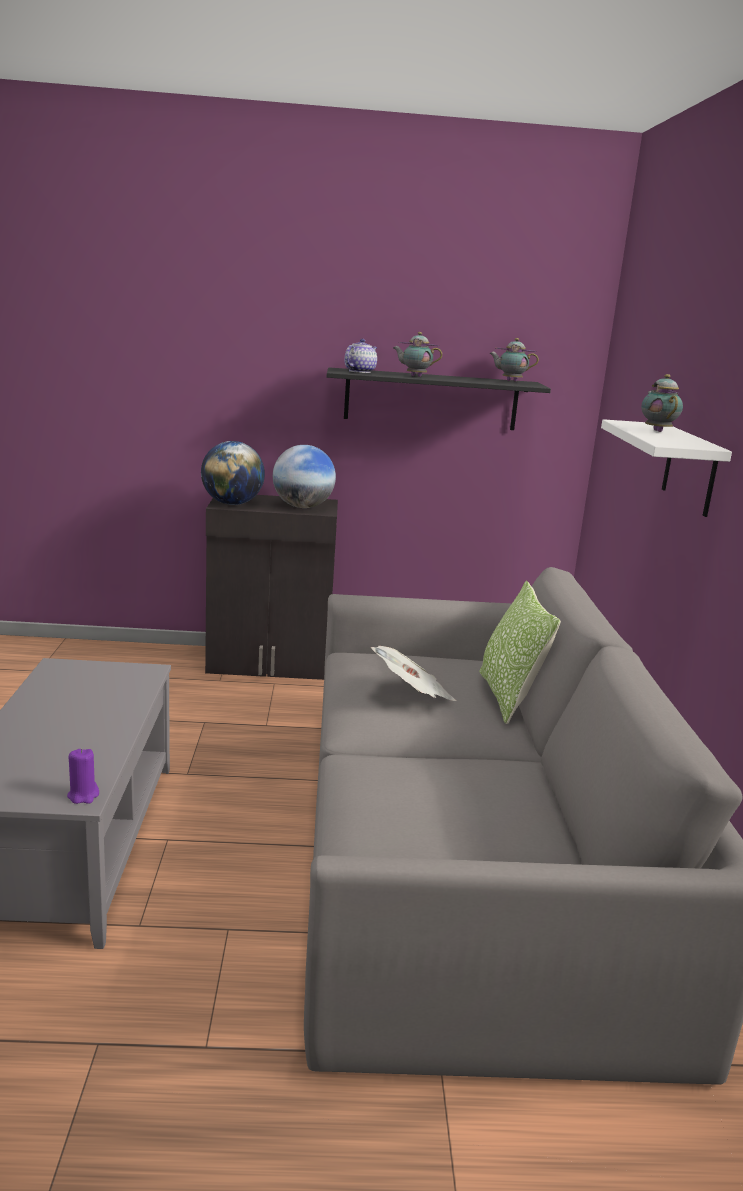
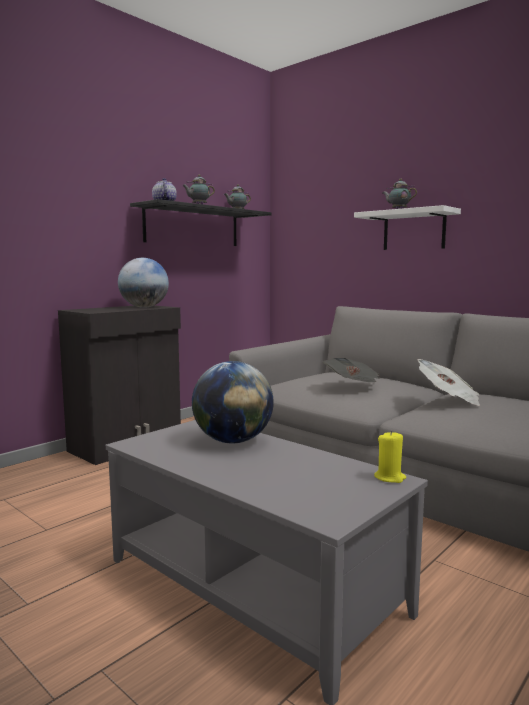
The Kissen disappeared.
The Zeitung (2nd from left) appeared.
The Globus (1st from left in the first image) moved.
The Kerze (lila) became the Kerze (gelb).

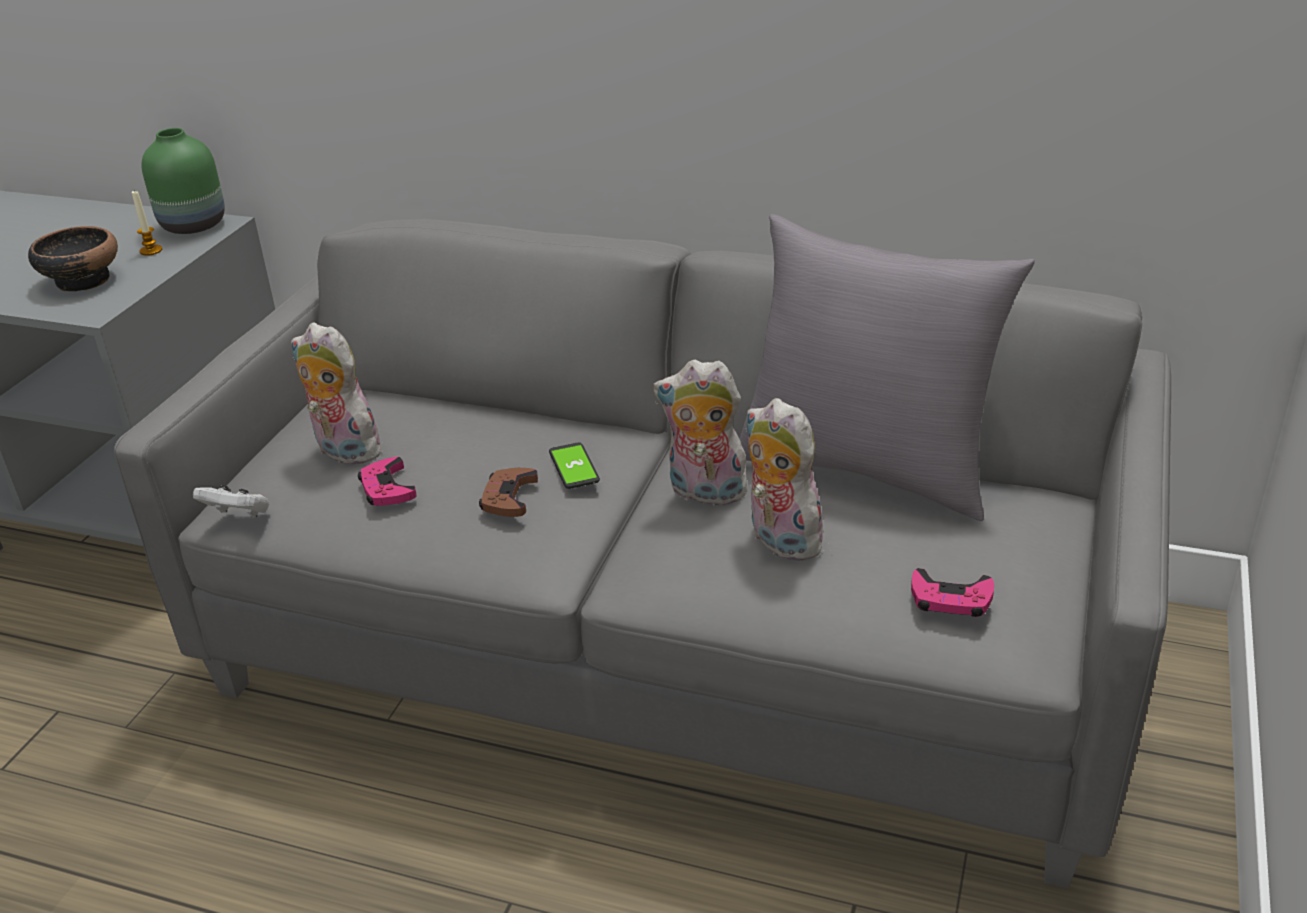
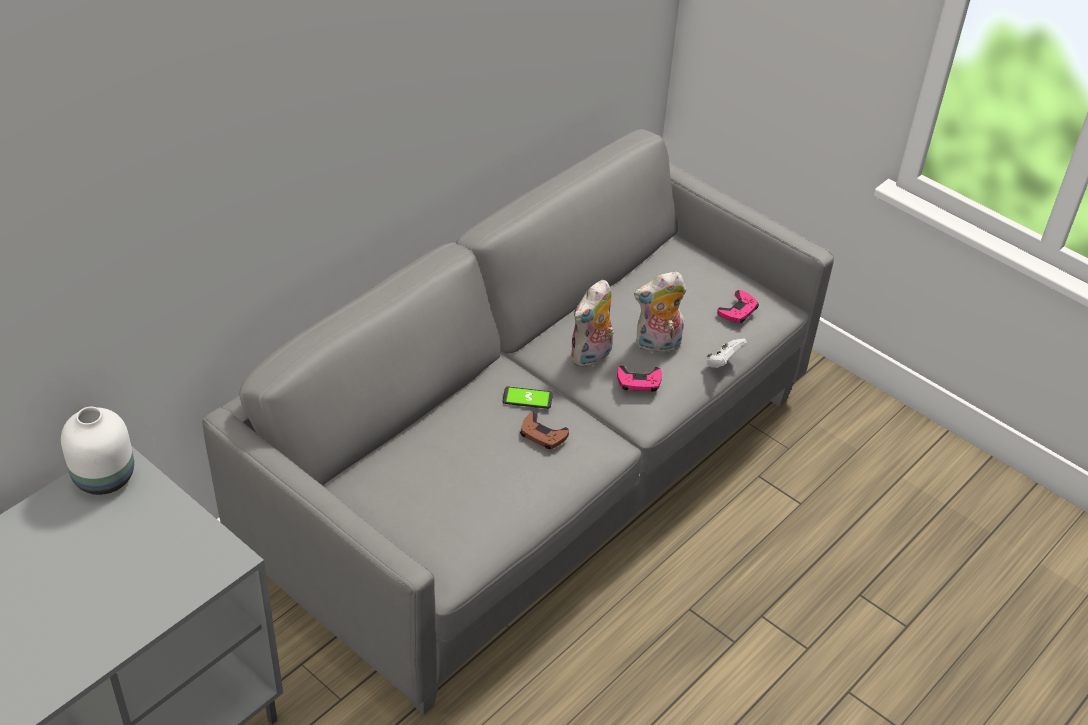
The Schüssel disappeared.
The Kerze disappeared.
The Plüschtier (1st from left) disappeared.
The Kissen (grau) disappeared.
The Gamepad (weiß) moved.
The Gamepad (rosa) (1st from left) moved.
The Vase (grün) became the Vase (weiß).

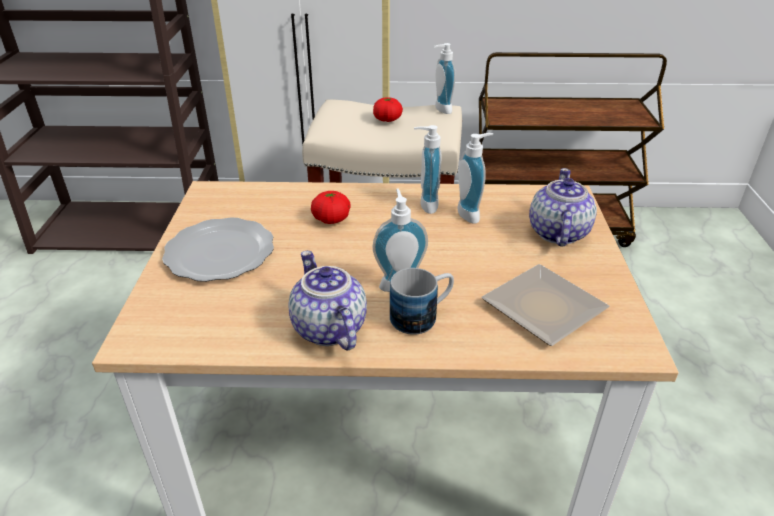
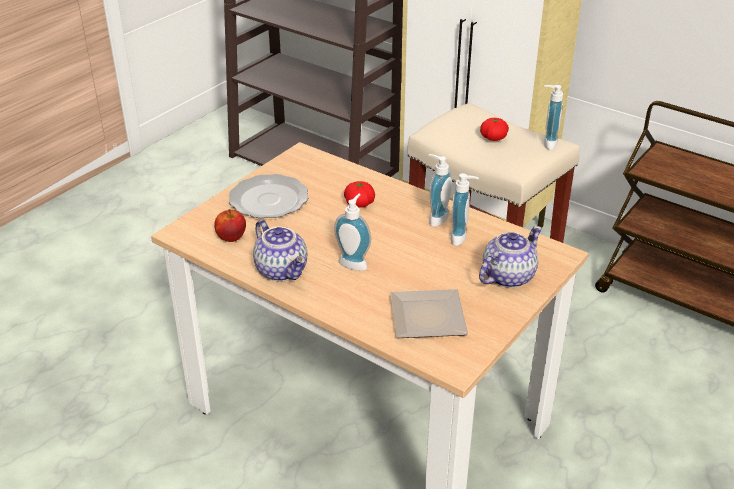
The Henkelbecher disappeared.
The Apfel appeared.
The Teekanne (1st from left) turned 135 degrees clockwise.

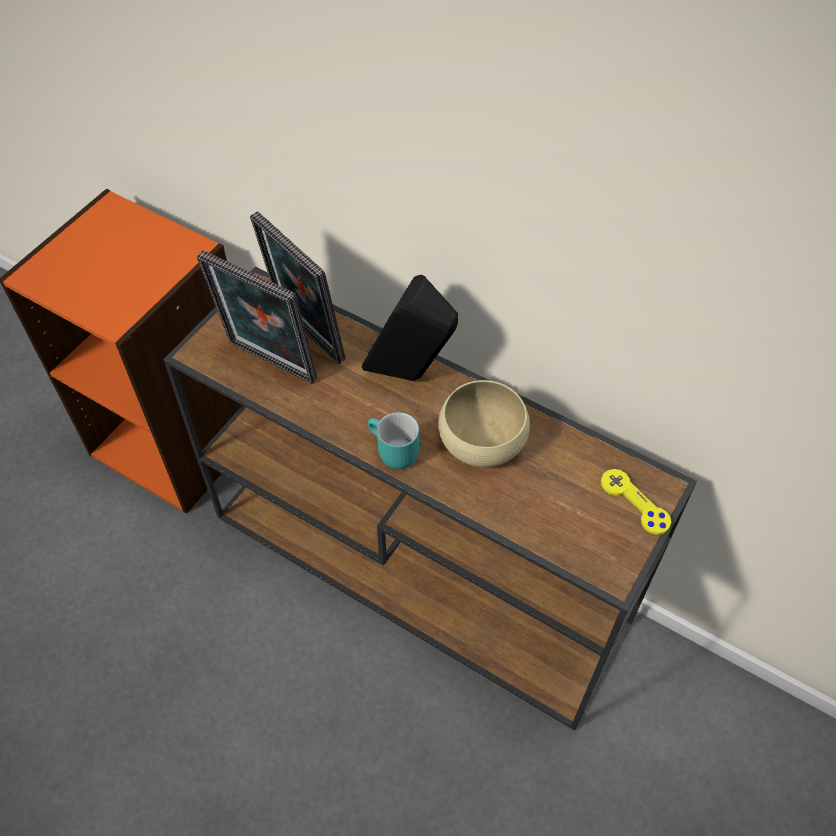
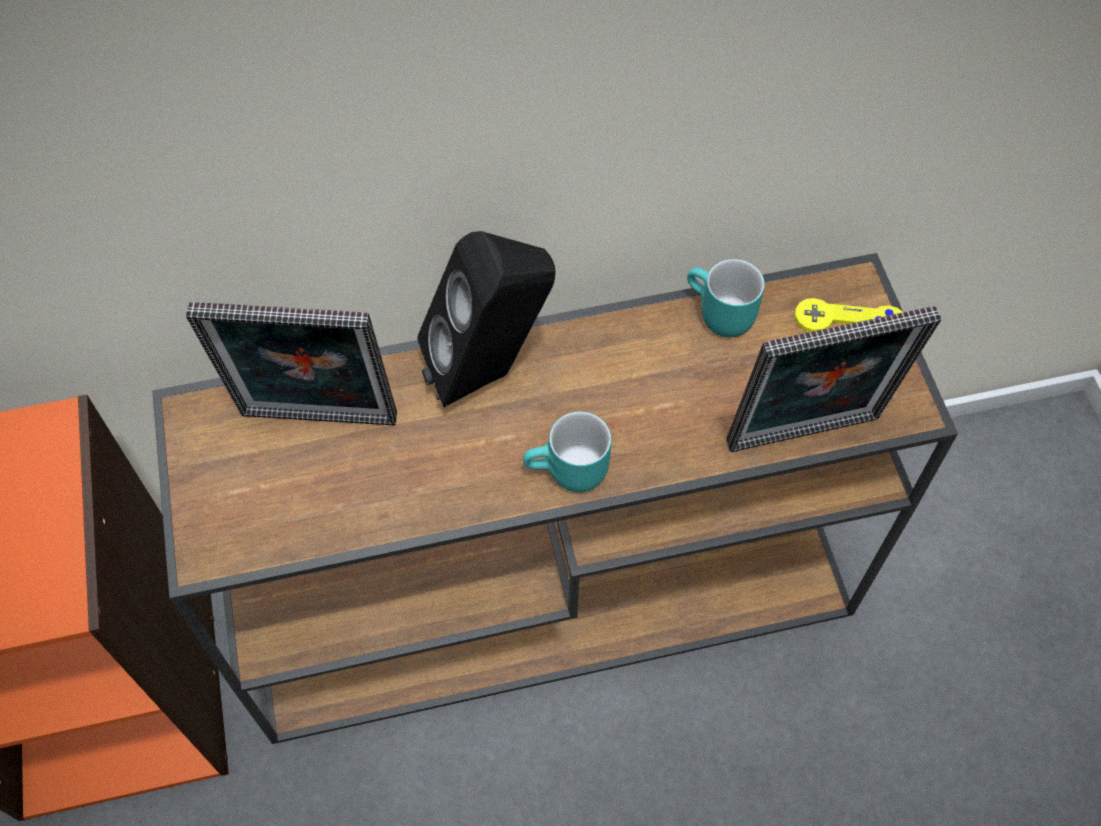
The Schüssel (beige) disappeared.
The Henkelbecher (türkis) (2nd from left) appeared.
The Bilderrahmen (1st from left in the first image) moved.

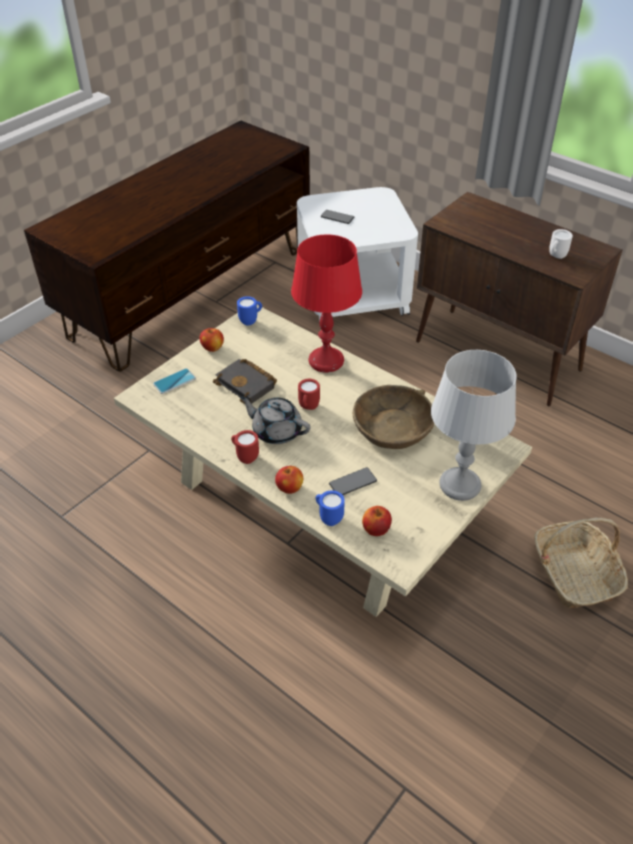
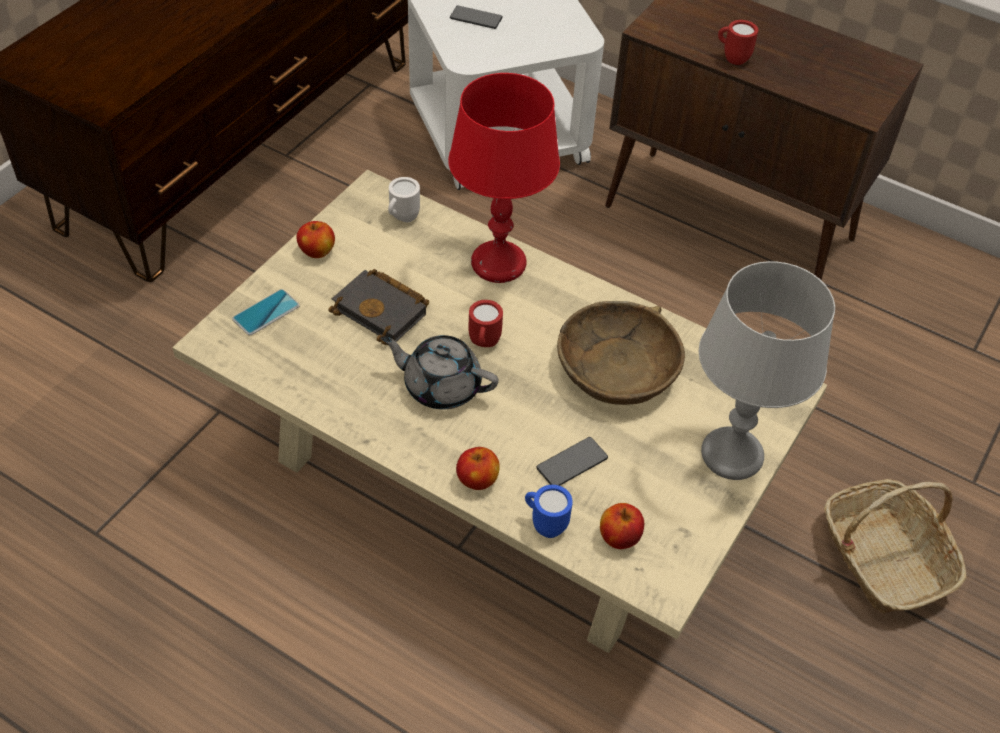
The Henkelbecher (blau) (1st from left) disappeared.
The Henkelbecher (rot) (1st from left in the first image) moved.
The Henkelbecher (weiß) moved.

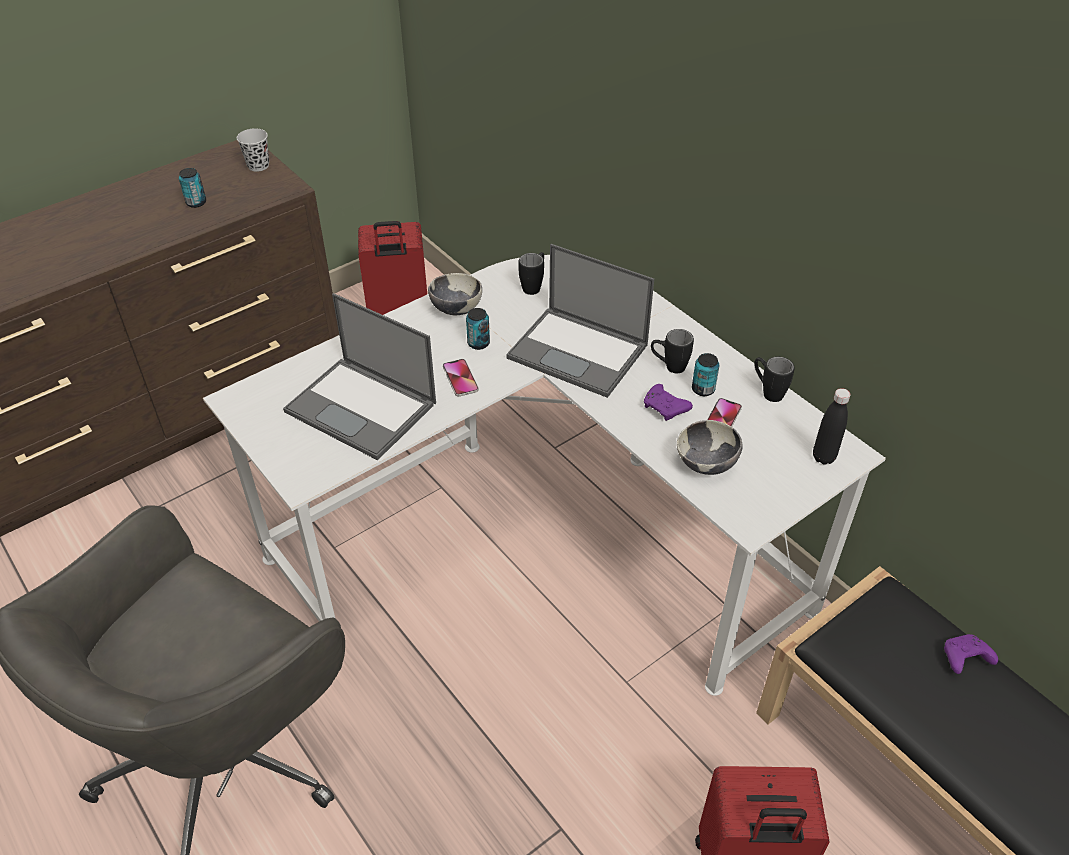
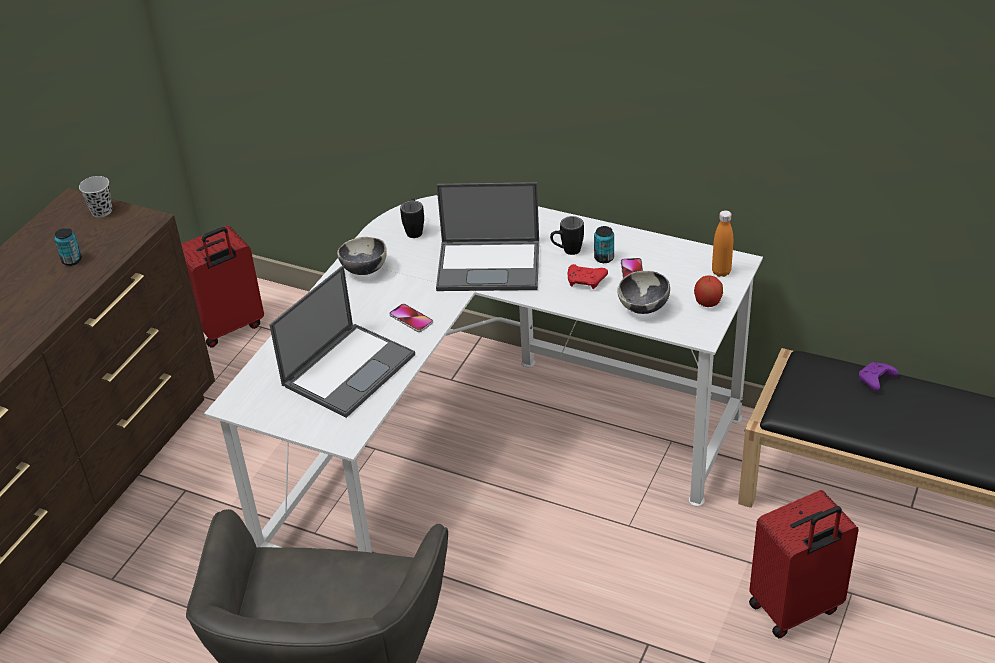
The Dose (2nd from left) disappeared.
The Henkelbecher (schwarz) (3rd from left) disappeared.
The Apfel appeared.
The Gamepad (lila) (1st from left) became the Gamepad (rot).
The Flasche (schwarz) became the Flasche (orange).
The Laptop (1st from left) turned 60 degrees counterclockwise.

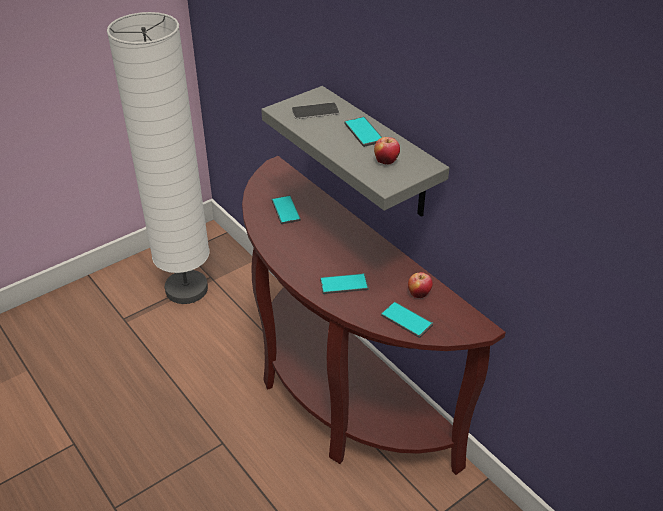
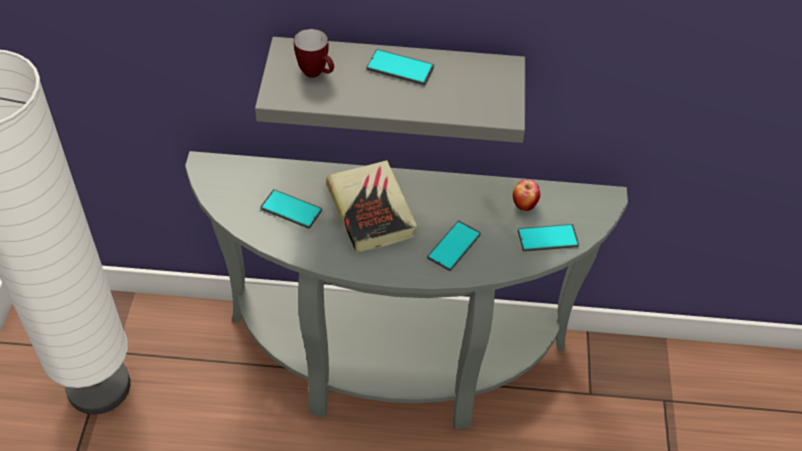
The Apfel (1st from left) disappeared.
The Buch appeared.
The Handy (2nd from left) was replaced by the Henkelbecher.
The Konsolentisch (braun) became the Konsolentisch (grau).

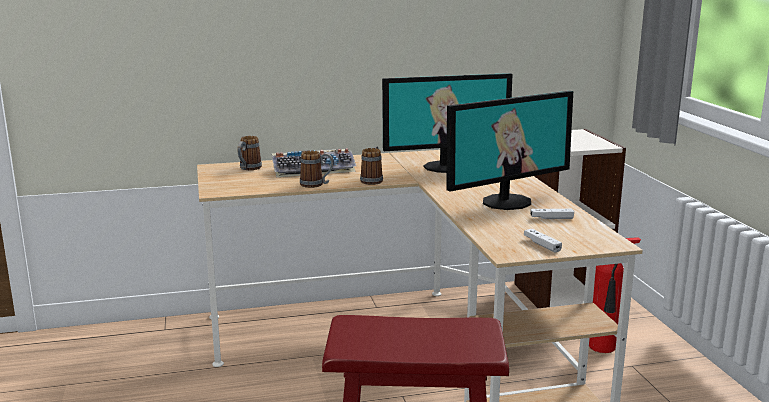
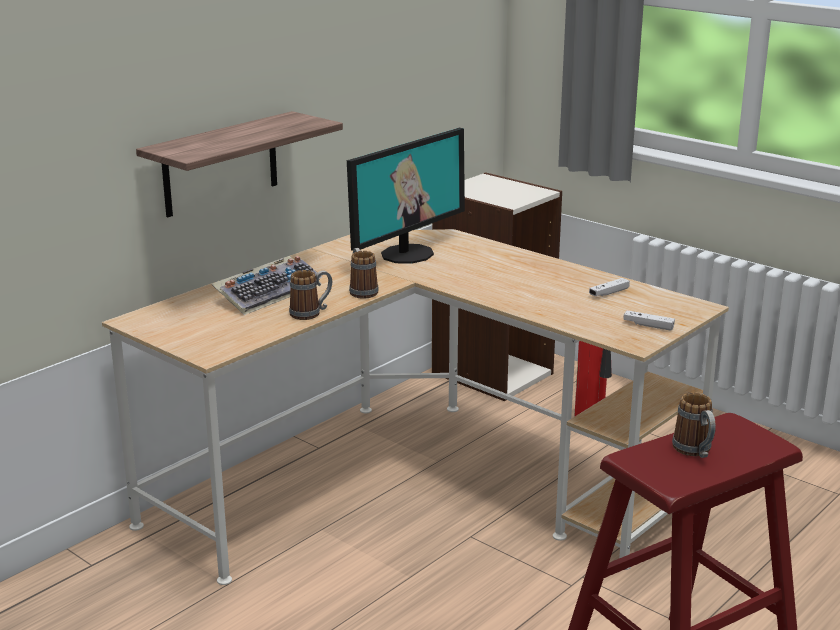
The Monitor (2nd from left) disappeared.
The Wandregal appeared.
The Henkelbecher (1st from left in the first image) moved.

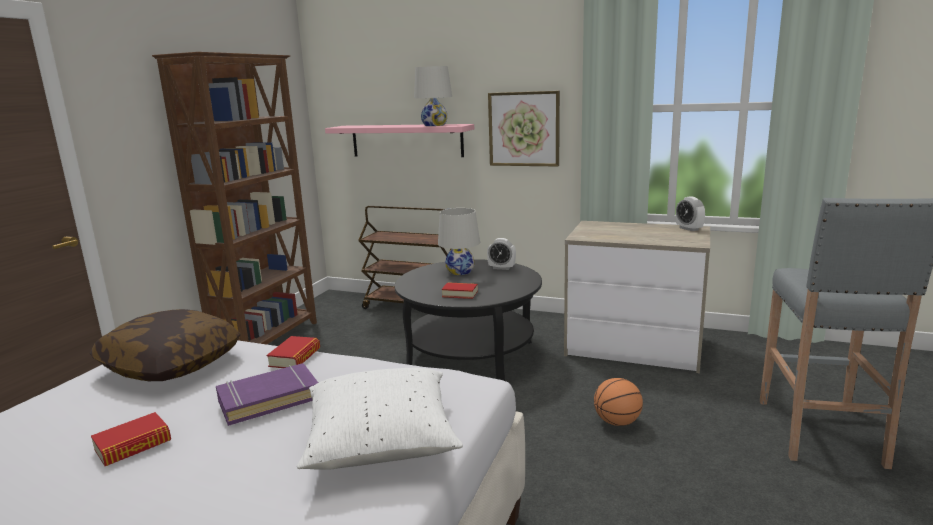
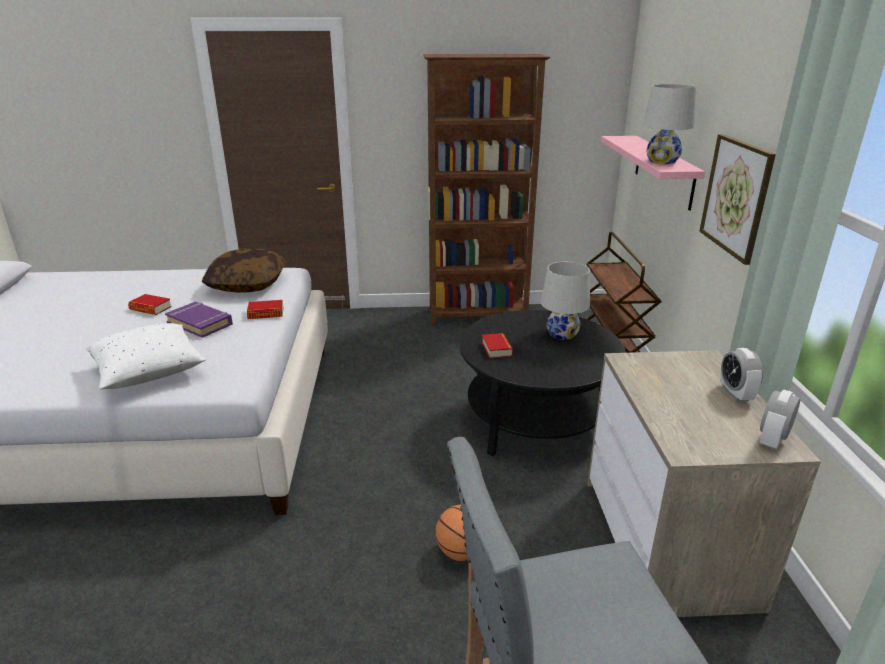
The Wecker (1st from left) moved.

